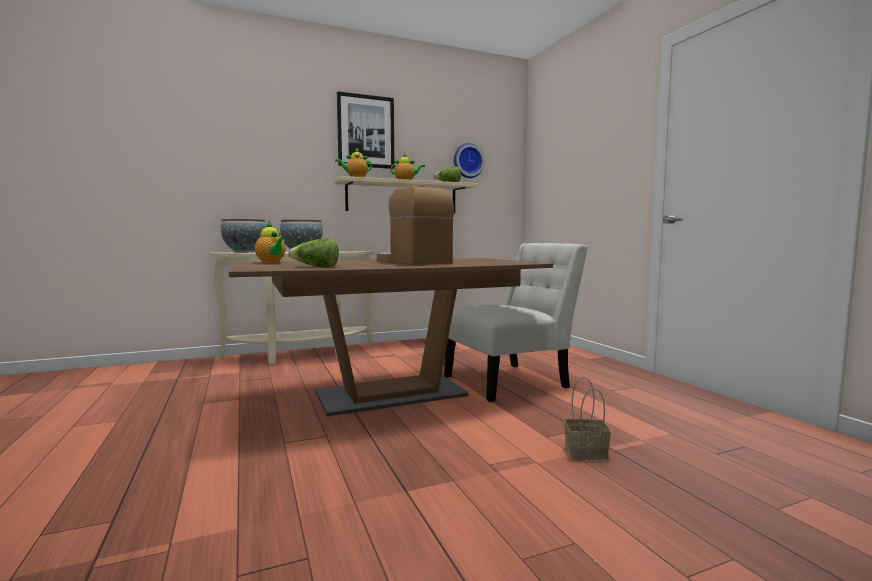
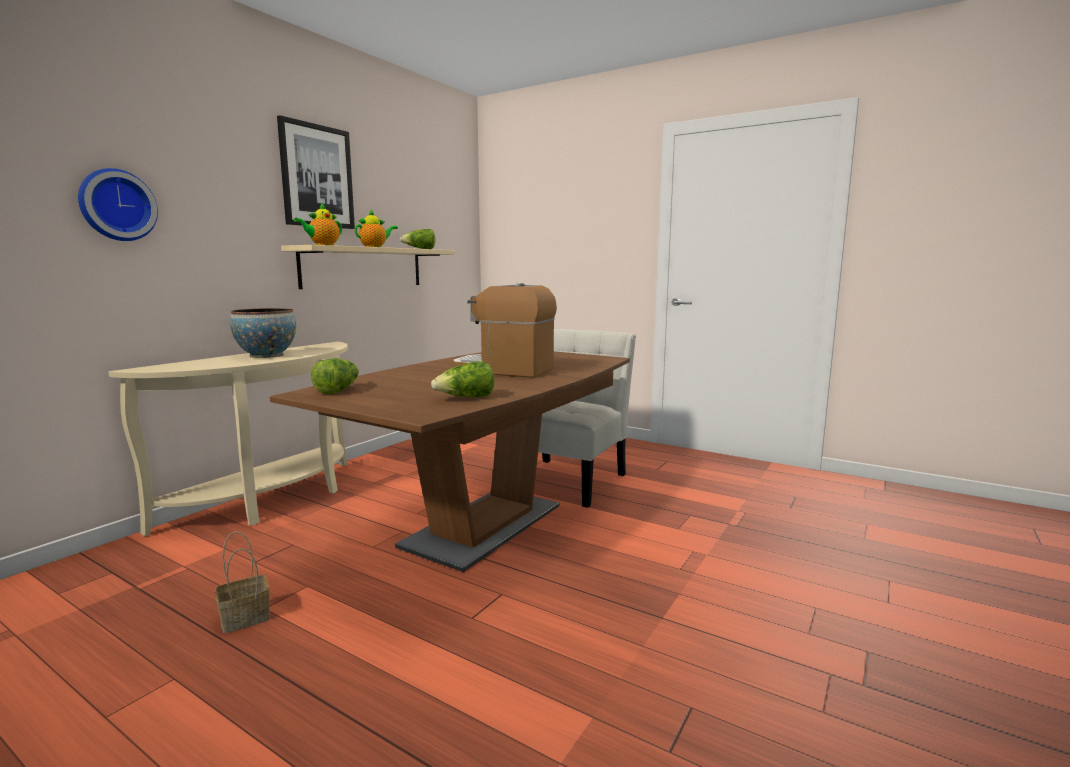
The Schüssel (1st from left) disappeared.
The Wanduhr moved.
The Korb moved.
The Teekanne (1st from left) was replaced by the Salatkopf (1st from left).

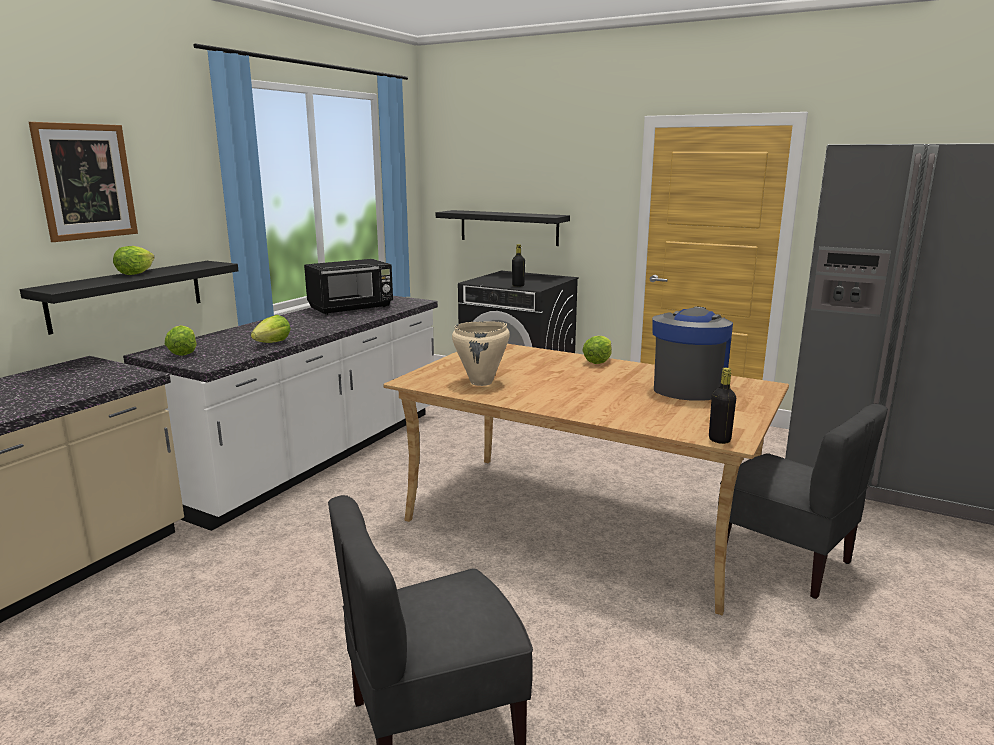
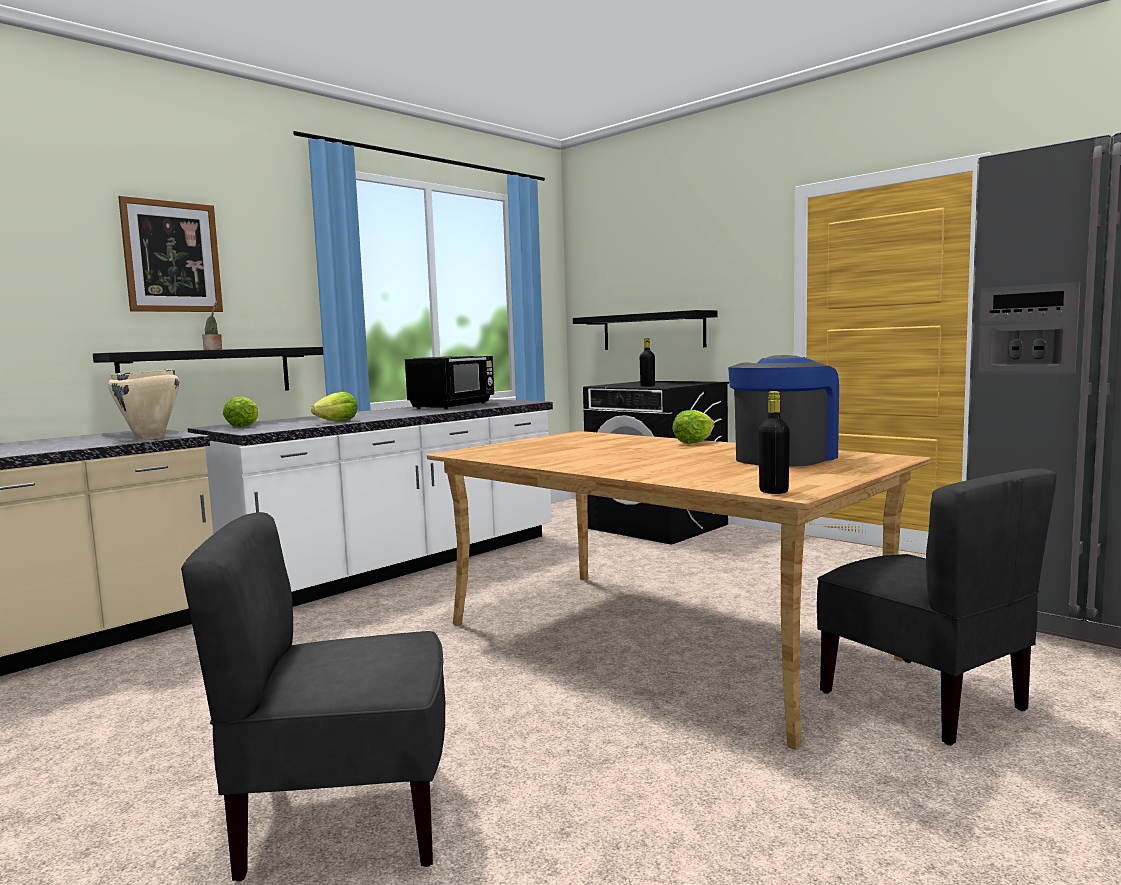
The Kochtopf (beige) moved.
The Salatkopf (1st from left) was replaced by the Topfpflanze.
The Mikrowelle (schwarz) turned 45 degrees counterclockwise.

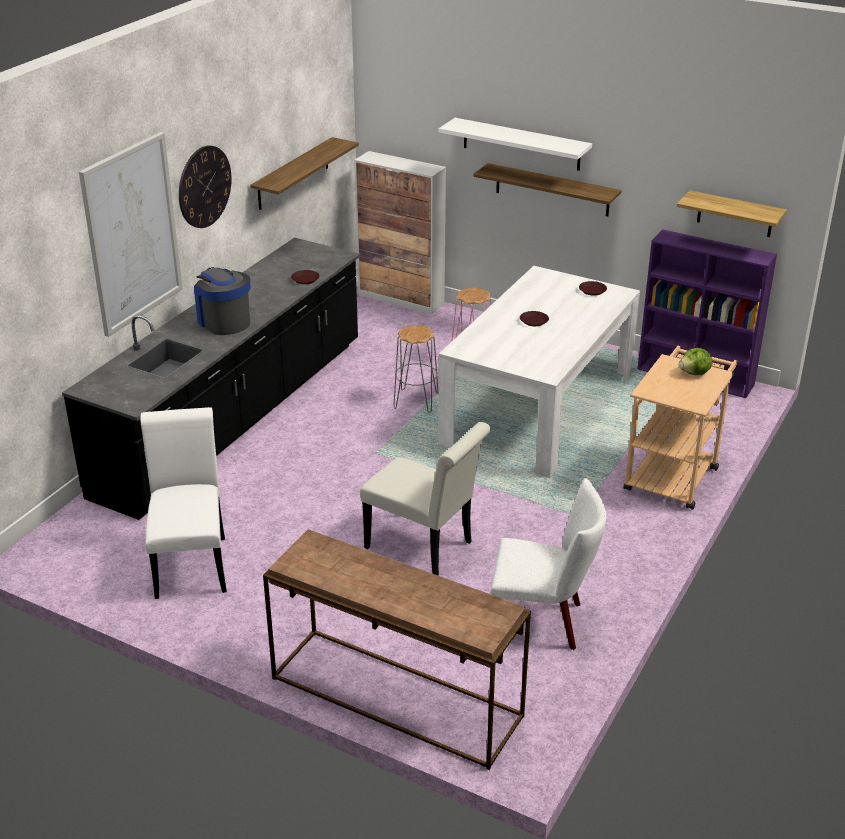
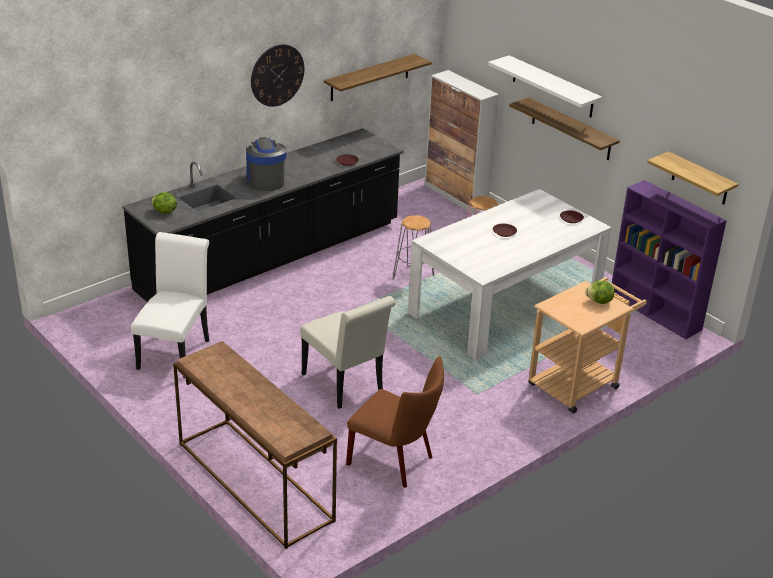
The Bild disappeared.
The Salatkopf (1st from left) appeared.
The Stuhl (weiß) (3rd from left) became the Stuhl (braun).

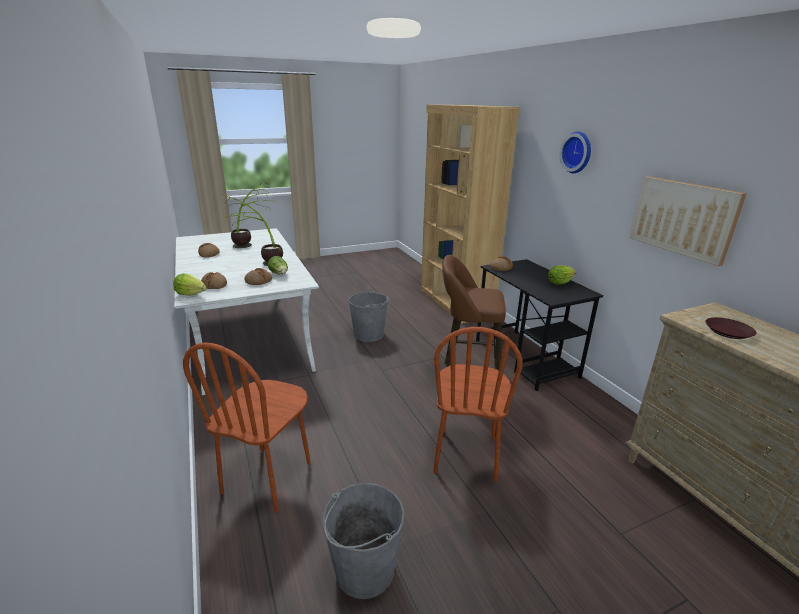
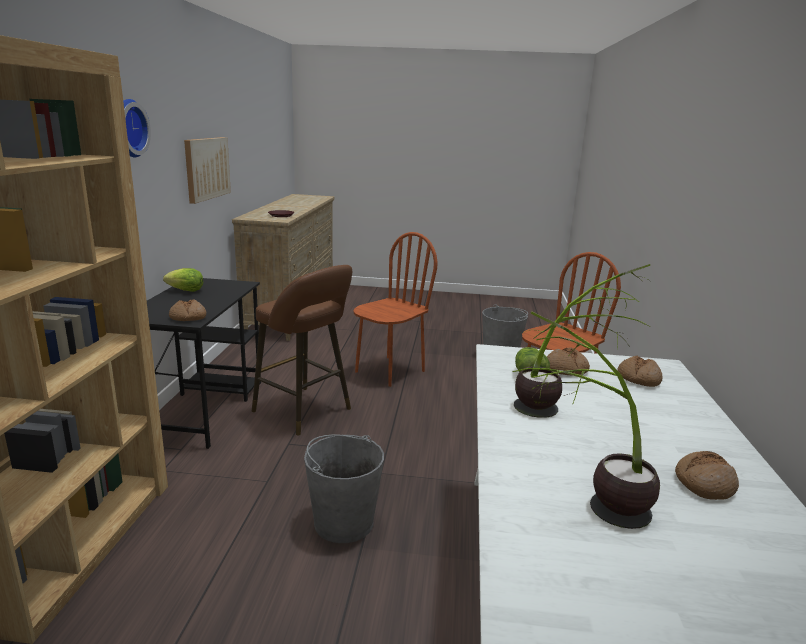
The Salatkopf (1st from left) disappeared.

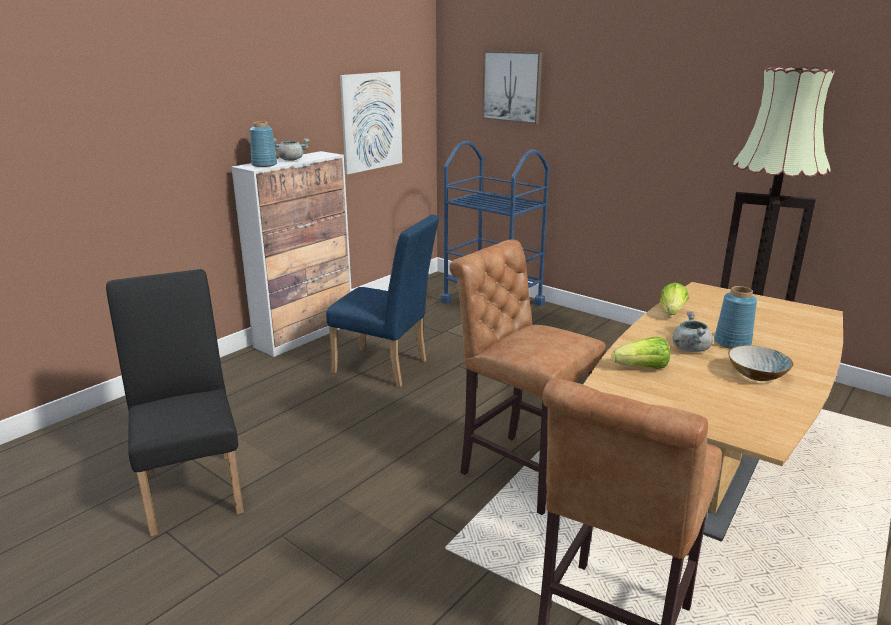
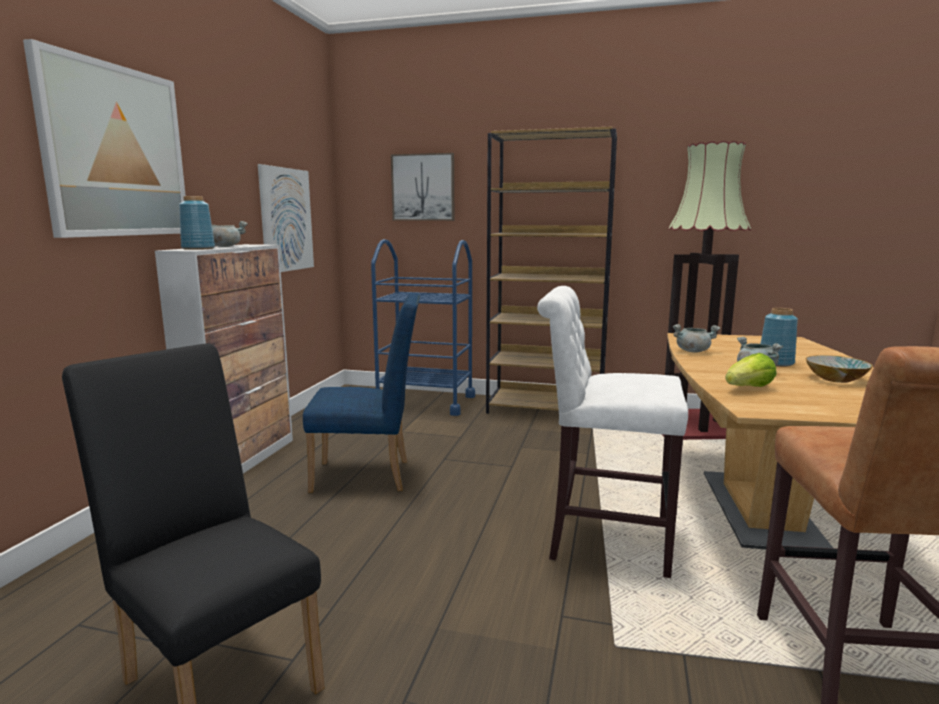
The Bild (1st from left) appeared.
The Bücherregal (braun) appeared.
The Salatkopf (2nd from left) was replaced by the Kochtopf (grau) (2nd from left).
The Hocker (braun) (1st from left) became the Hocker (weiß).

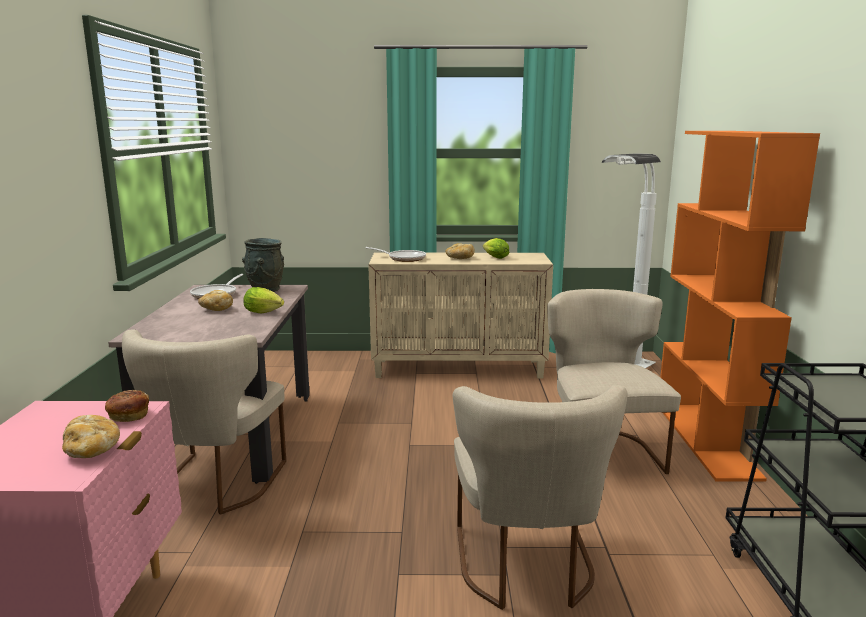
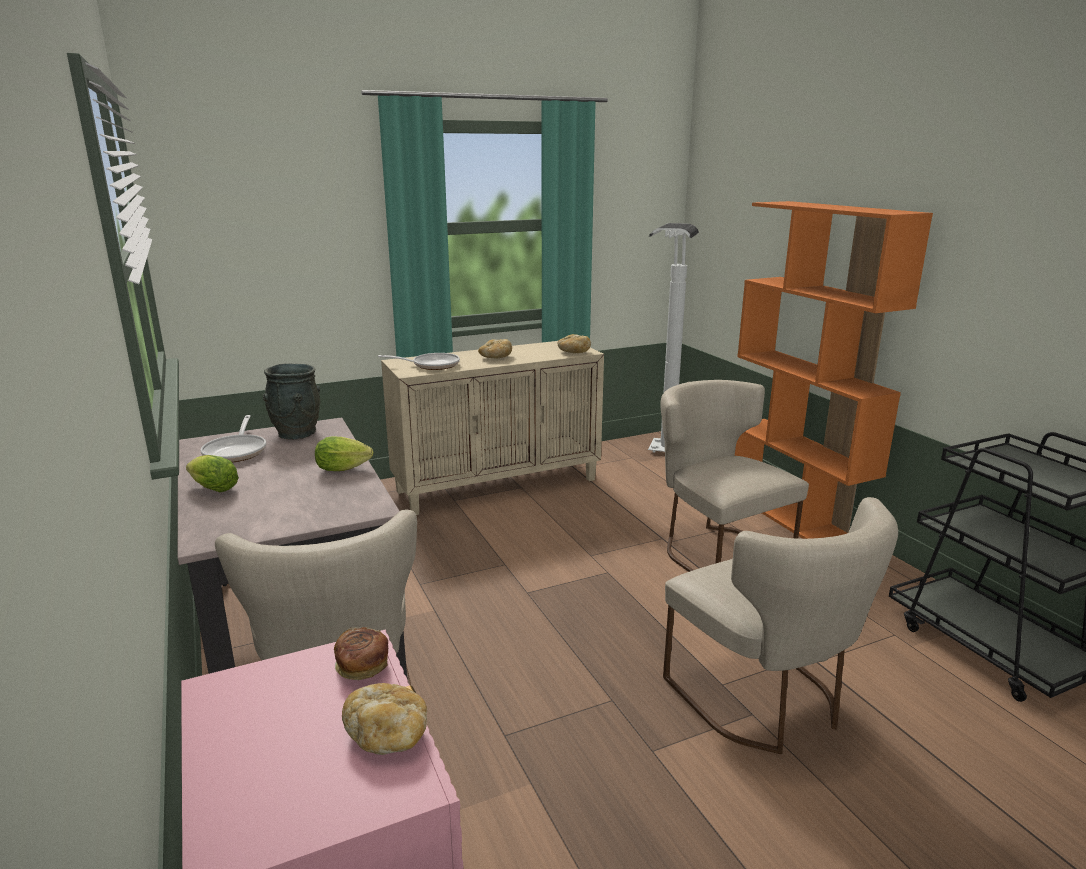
The Brot (3rd from left in the first image) moved.
The Salatkopf (2nd from left in the first image) moved.

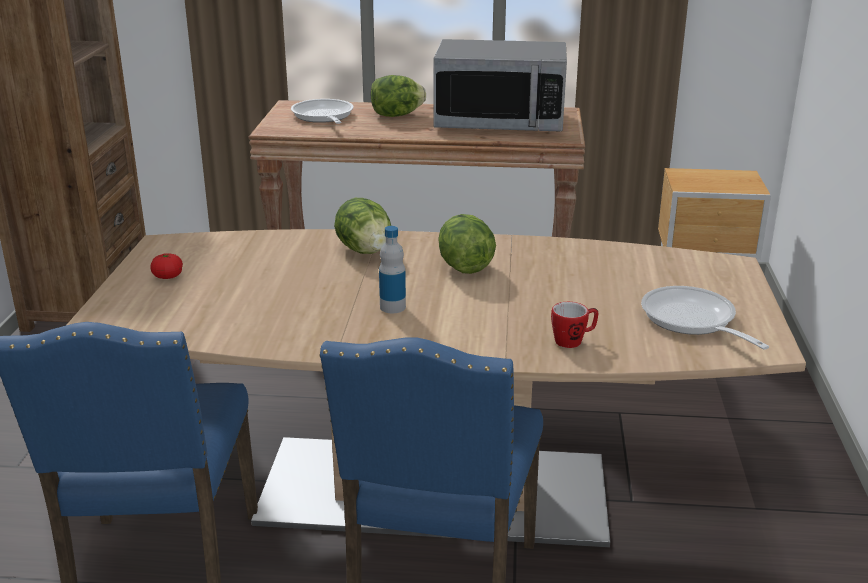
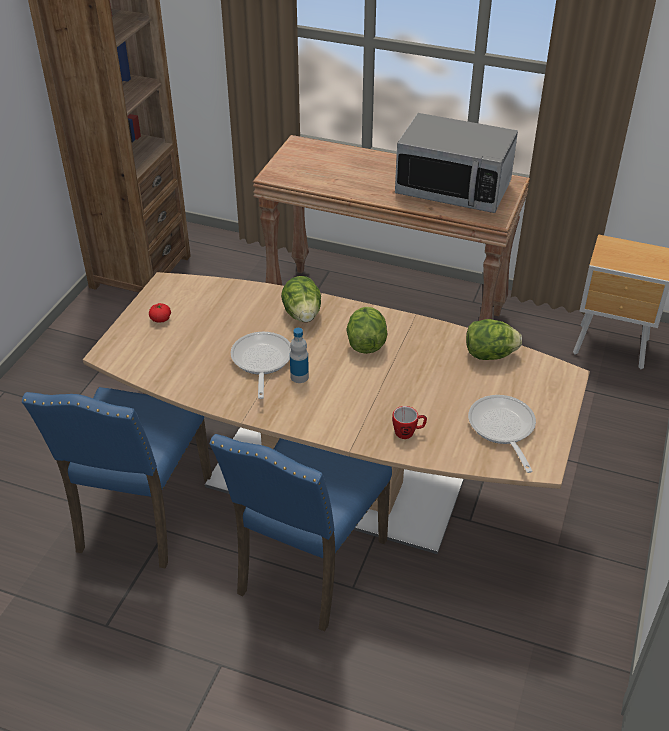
The Pfanne (1st from left) moved.
The Salatkopf (2nd from left in the first image) moved.

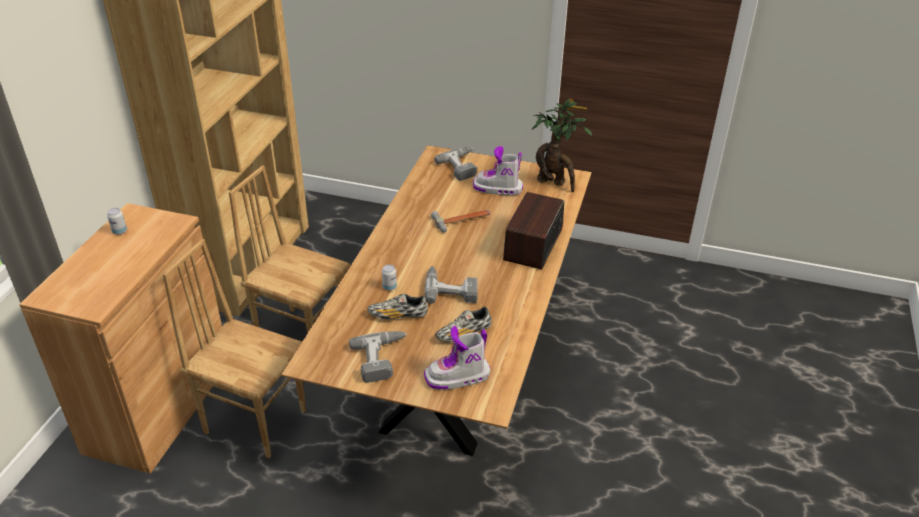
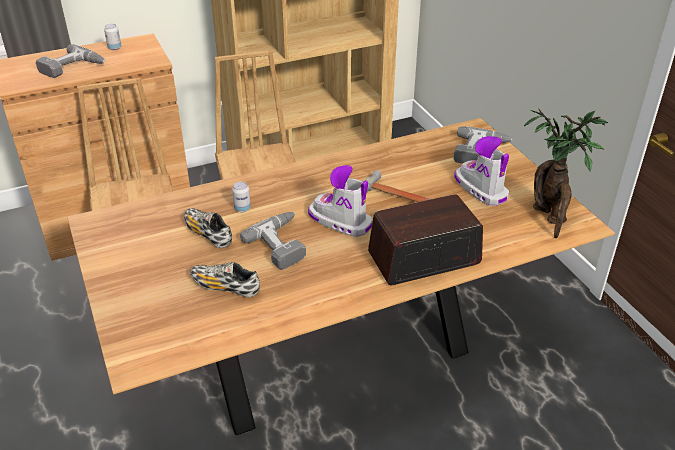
The Bohrmaschine (1st from left) moved.
The Stiefel (1st from left) moved.

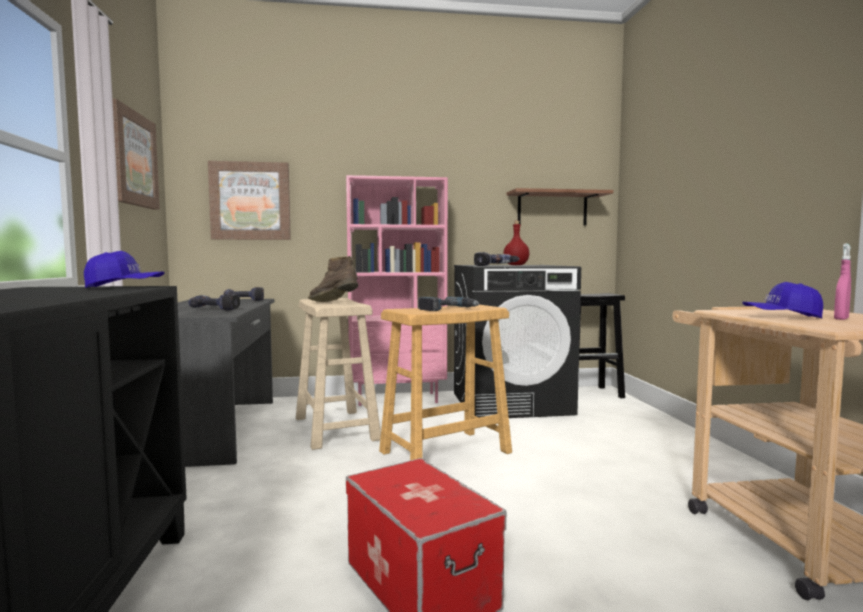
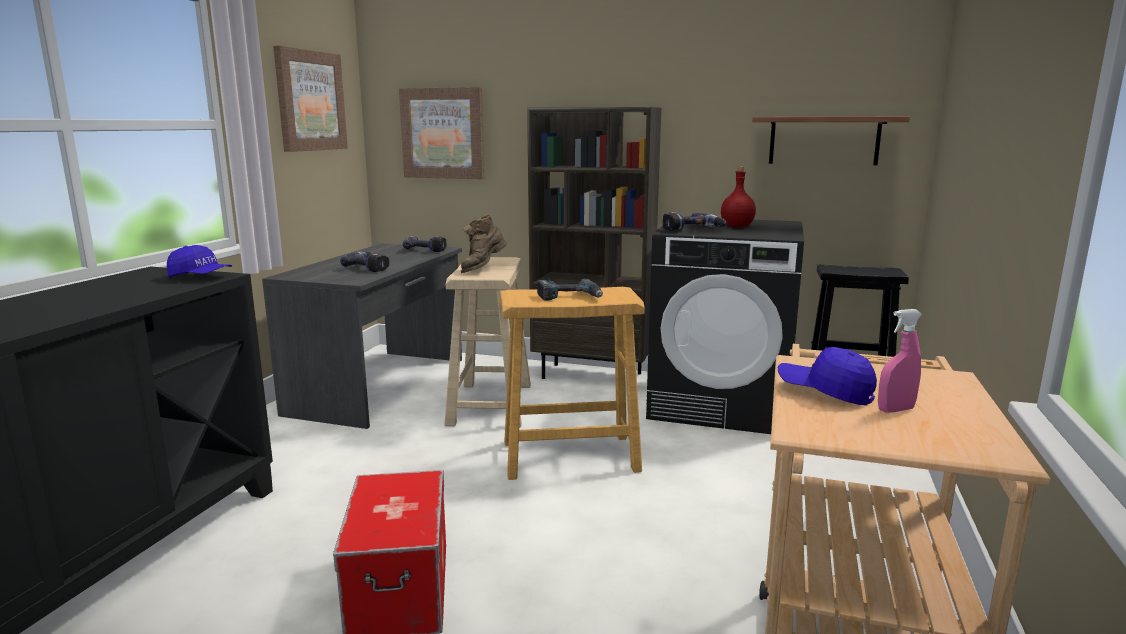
The Bücherregal (rosa) became the Bücherregal (braun).
The Stiefel (braun) turned 105 degrees counterclockwise.

